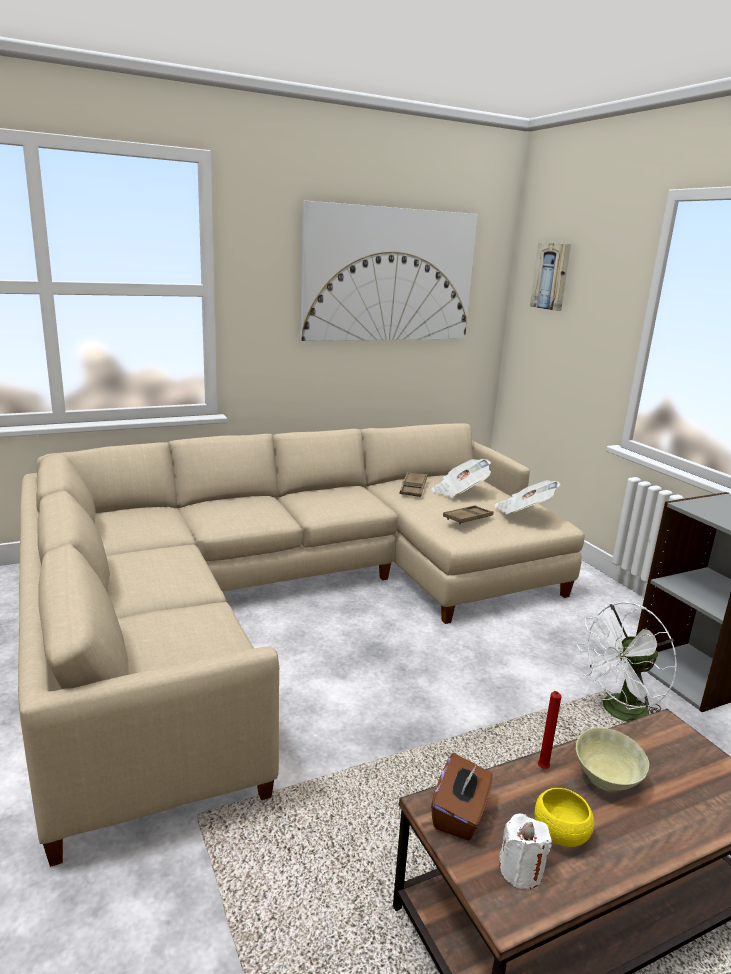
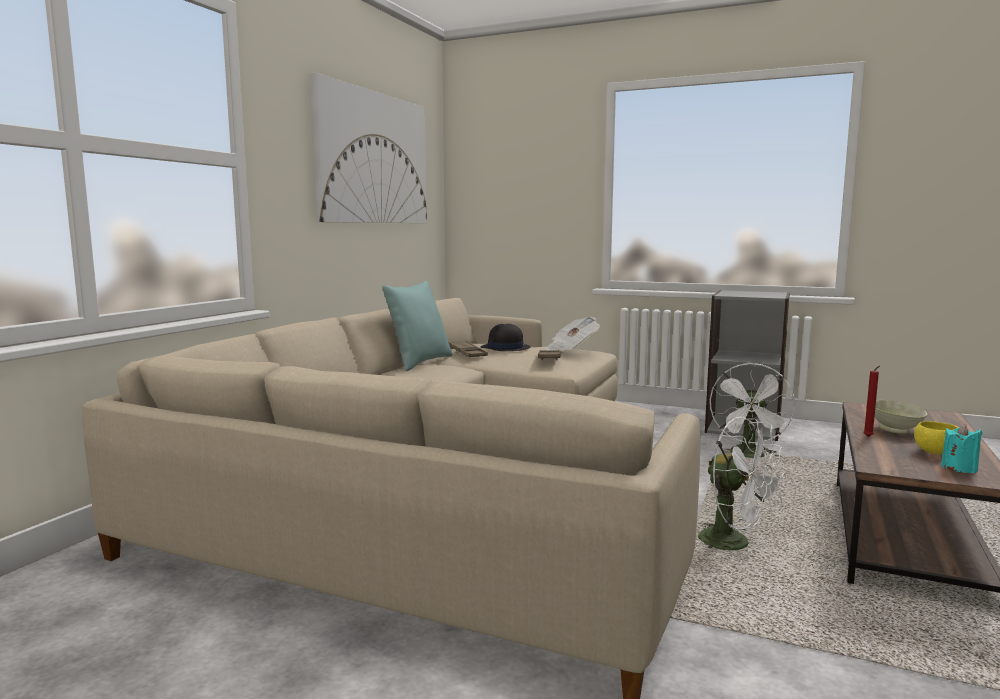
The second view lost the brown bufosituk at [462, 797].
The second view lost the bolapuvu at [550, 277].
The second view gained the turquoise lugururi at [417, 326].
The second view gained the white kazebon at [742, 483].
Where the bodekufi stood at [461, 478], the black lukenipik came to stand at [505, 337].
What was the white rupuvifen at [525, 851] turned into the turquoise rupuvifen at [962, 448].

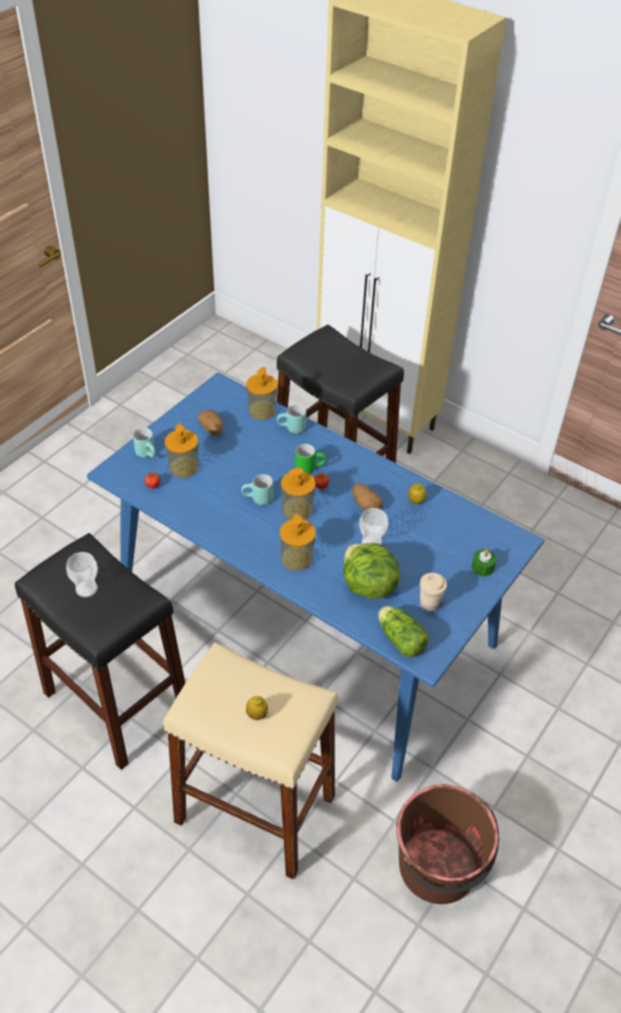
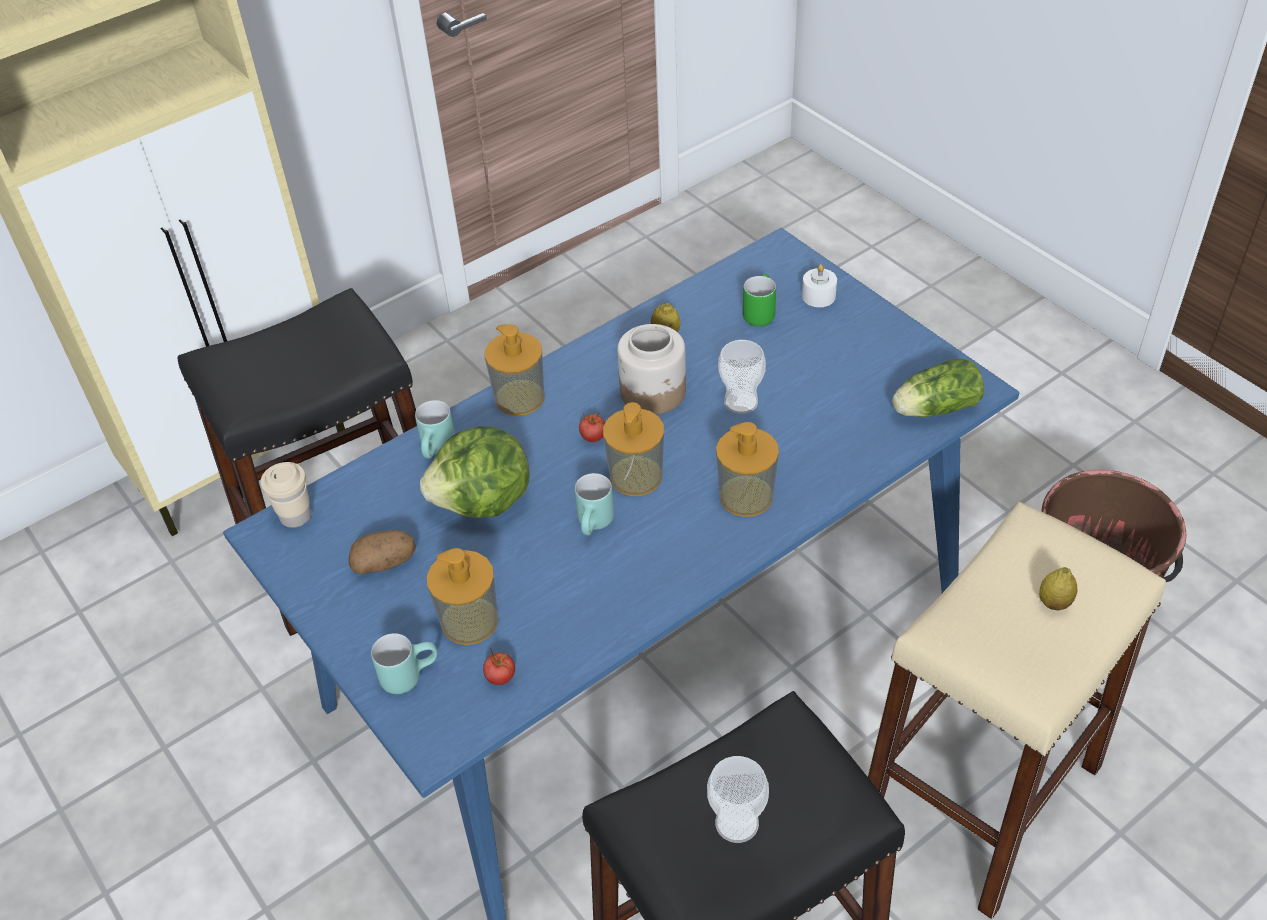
The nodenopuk ended up elsewhere, having gone from [262, 393] to [514, 370].
The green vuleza ended up elsewhere, having gone from [310, 458] to [759, 300].
The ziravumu ended up elsewhere, having gone from [371, 571] to [474, 472].
The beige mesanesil ended up elsewhere, having gone from [433, 592] to [286, 495].
Where the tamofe stood at [368, 496], the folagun came to stand at [651, 369].
What was the green rupuvifen at [484, 562] turned into the white rupuvifen at [819, 285].

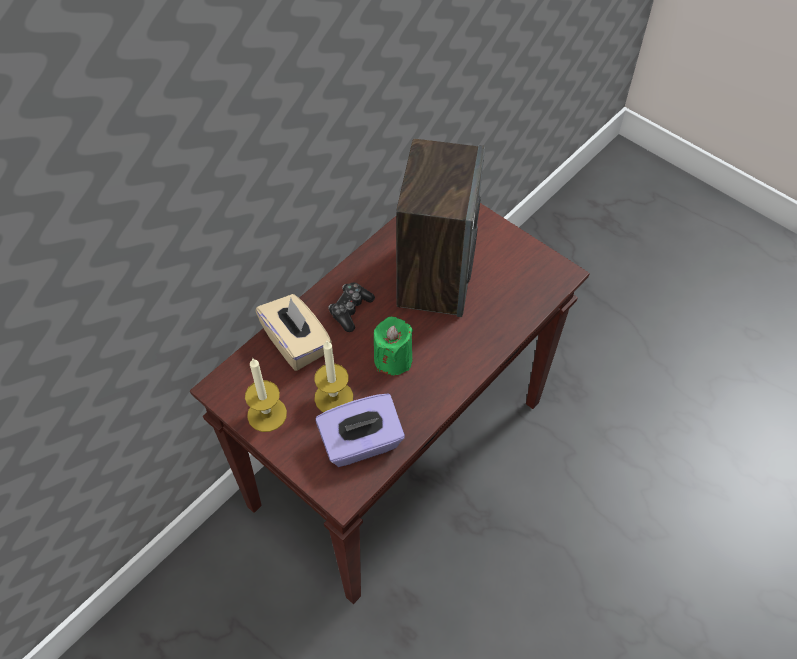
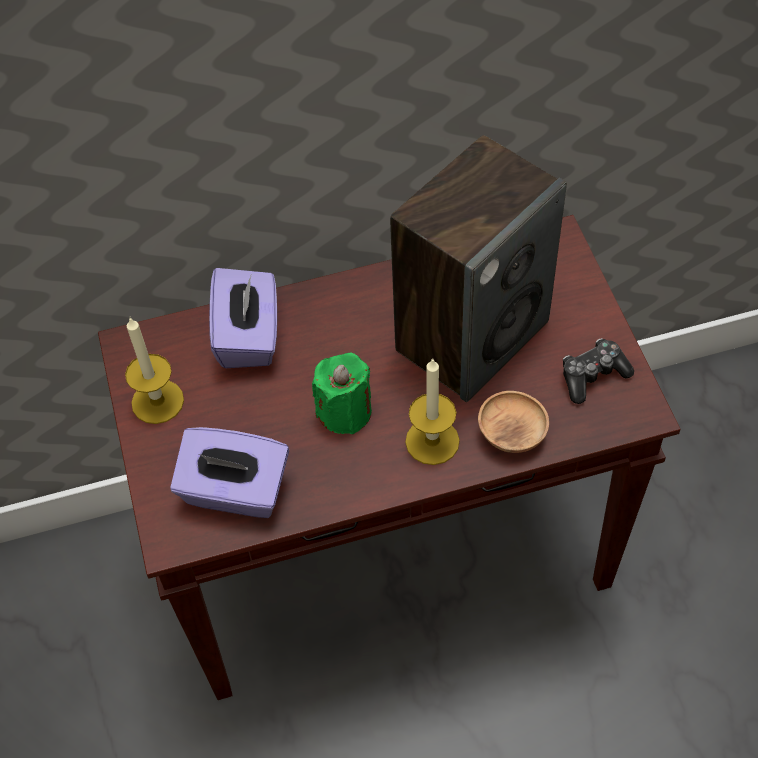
The second view gained the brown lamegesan at [513, 422].
The rupuvifen ended up elsewhere, having gone from [333, 377] to [432, 411].
The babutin ended up elsewhere, having gone from [351, 307] to [598, 371].
What was the beige bufosituk at [293, 332] turned into the purple bufosituk at [243, 318].

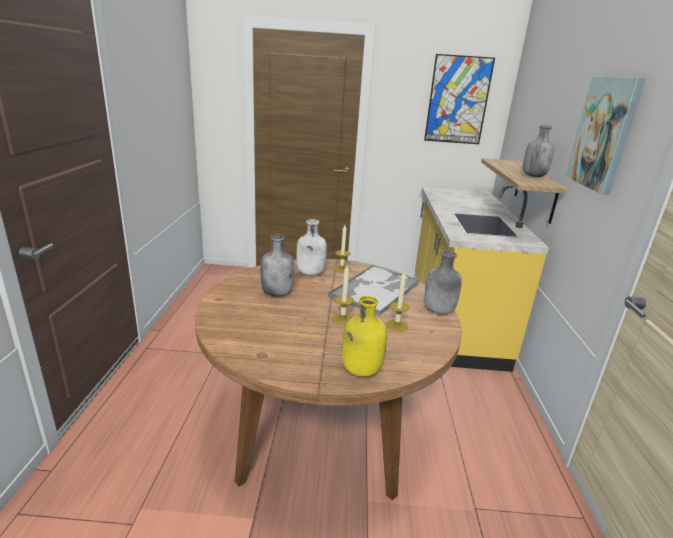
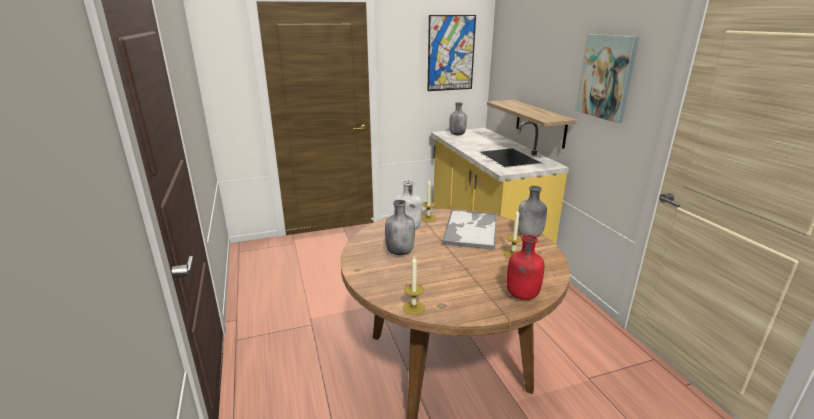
The rupuvifen ended up elsewhere, having gone from [343, 295] to [414, 285].
The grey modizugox ended up elsewhere, having gone from [539, 151] to [458, 118].
What was the yellow modizugox at [364, 336] turned into the red modizugox at [525, 267].

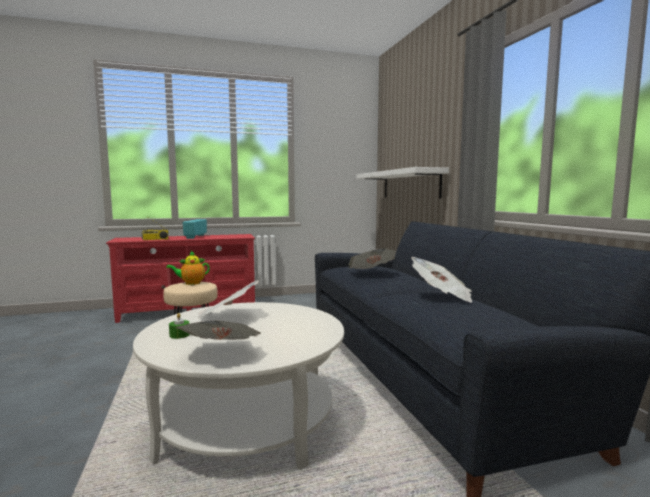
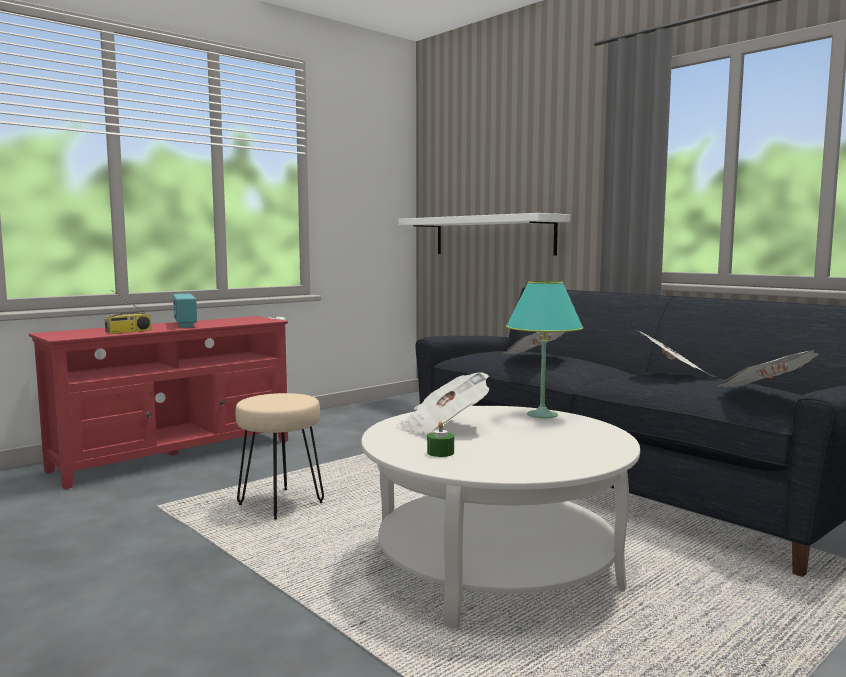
The second view lost the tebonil at [188, 268].
The second view gained the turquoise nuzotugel at [544, 349].
The bodekufi ended up elsewhere, having gone from [218, 330] to [768, 368].

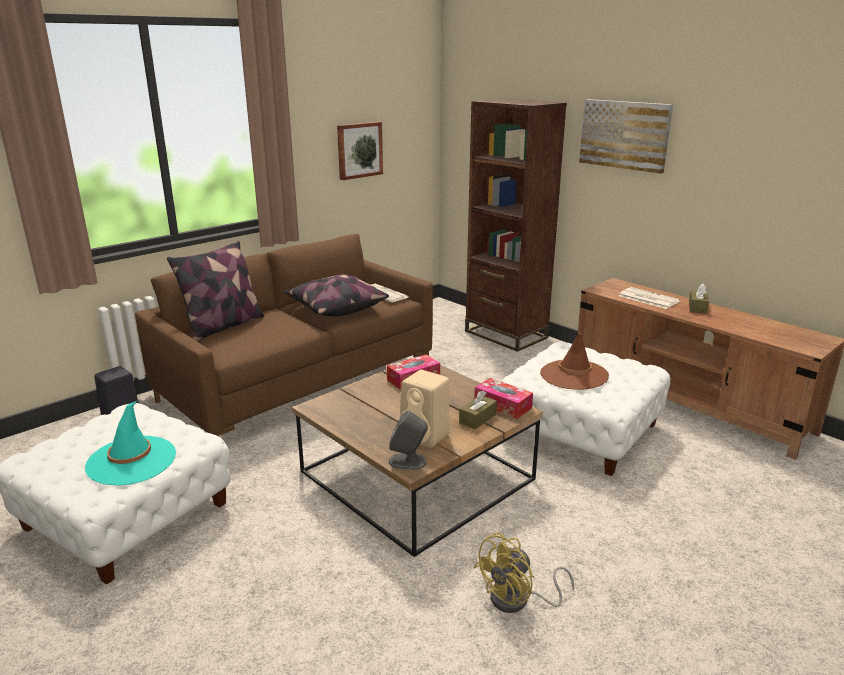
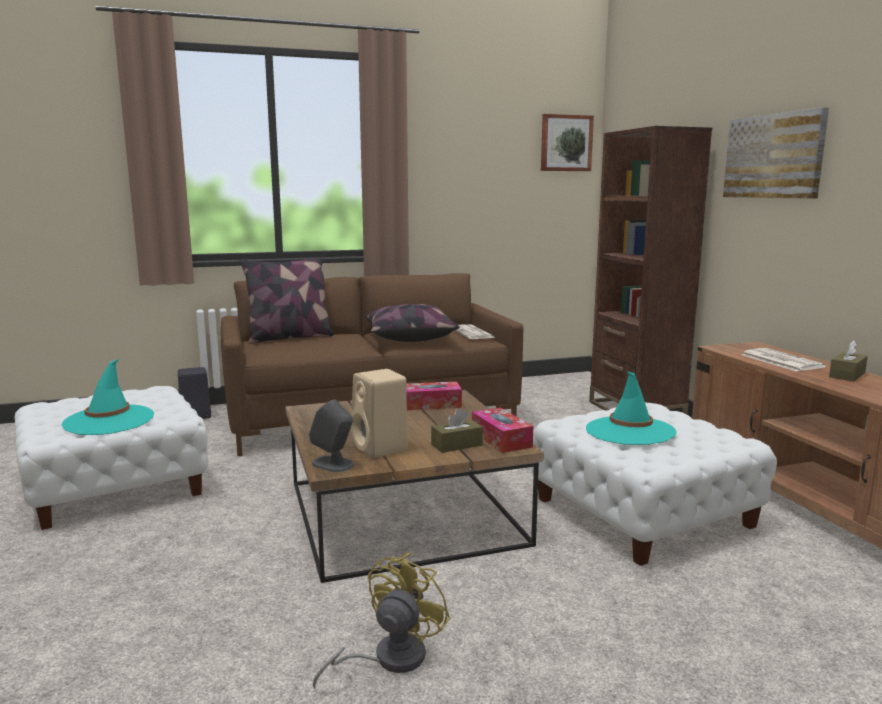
The bolapuvu ended up elsewhere, having gone from [360, 151] to [567, 142].
What was the brown lukenipik at [574, 361] turned into the turquoise lukenipik at [631, 408].
The yellow kazebon at [524, 572] ended up facing another way, 135 degrees clockwise from before.

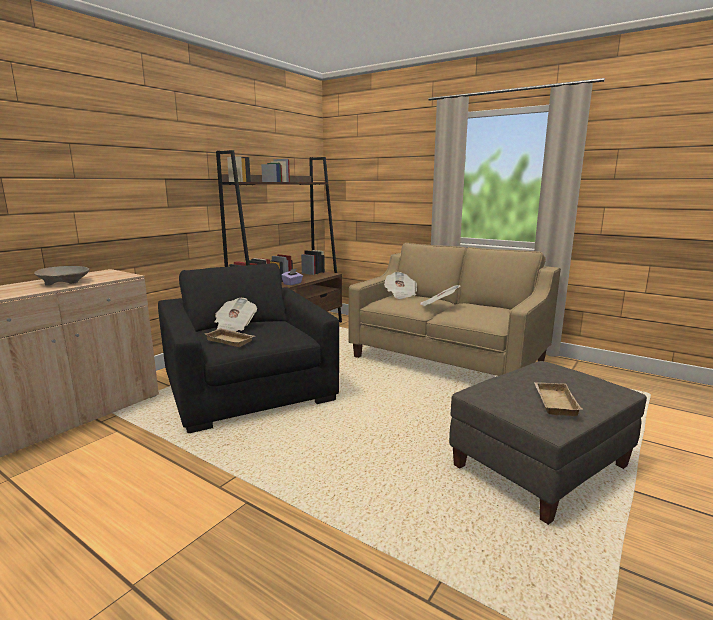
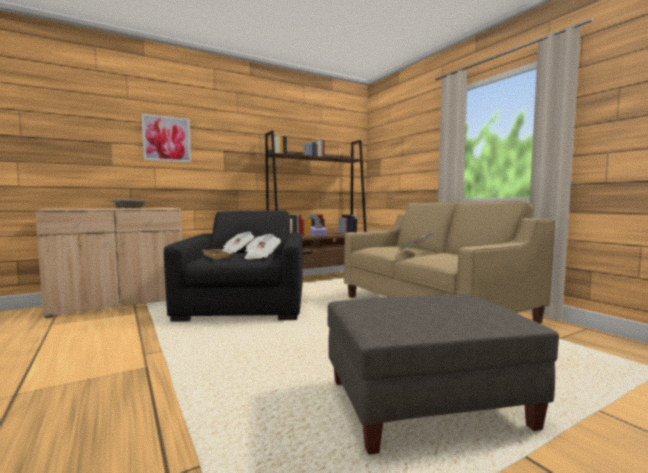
The second view lost the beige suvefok at [558, 399].
The second view gained the bolapuvu at [166, 138].
The bodekufi ended up elsewhere, having gone from [400, 285] to [262, 247].

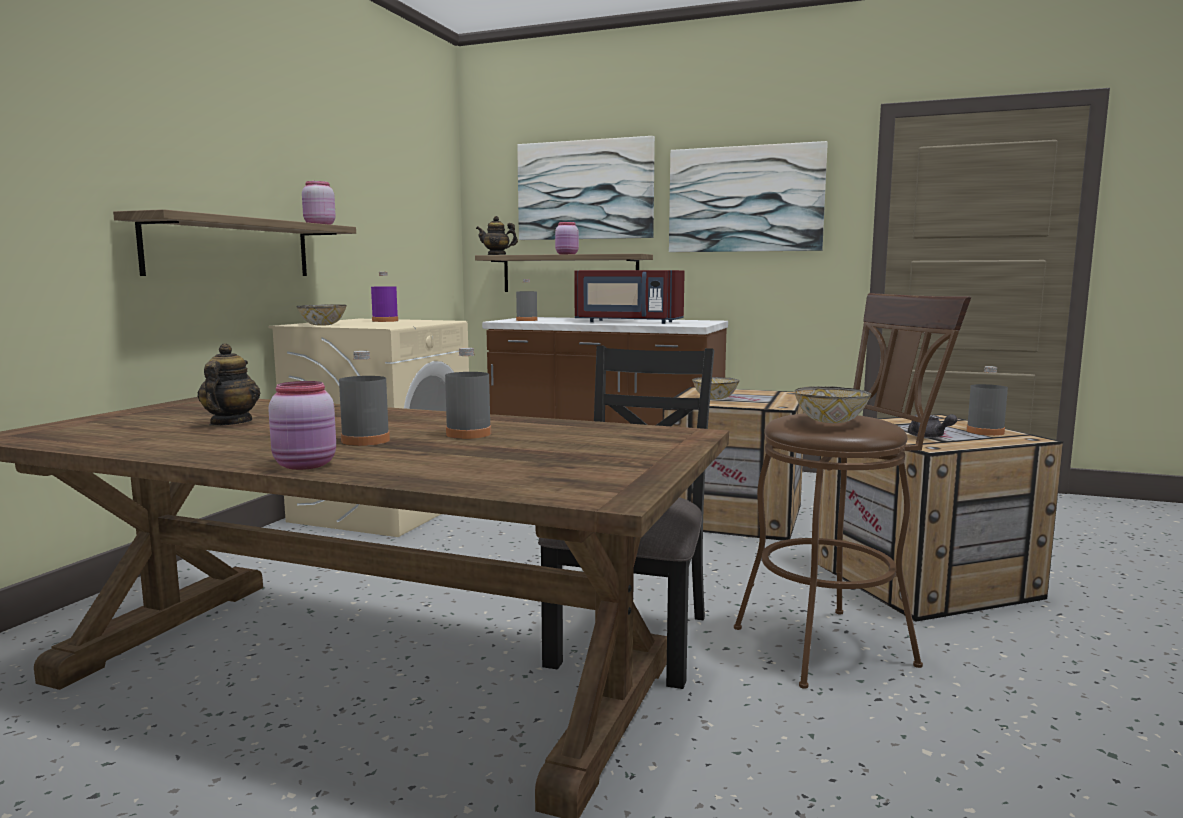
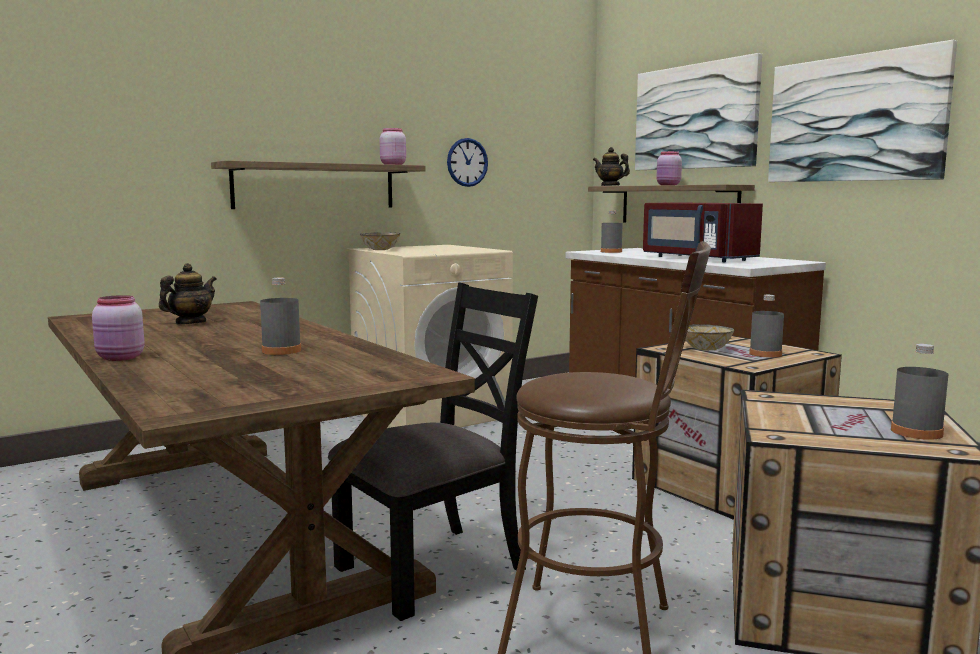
The second view lost the purple modizugox at [384, 297].
The second view lost the lamegesan at [832, 404].
The second view lost the grey tebonil at [932, 426].
The second view gained the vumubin at [467, 162].
The grey modizugox ended up elsewhere, having gone from [364, 398] to [766, 326].

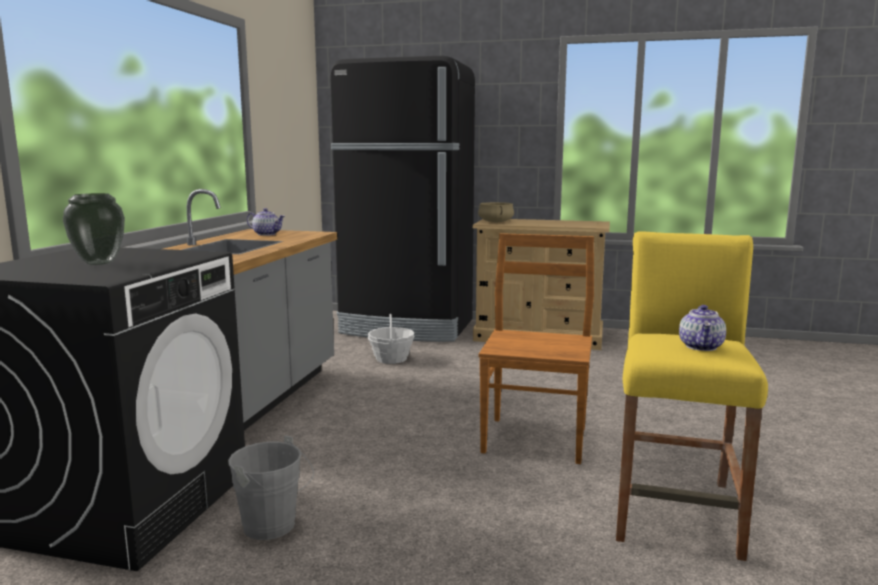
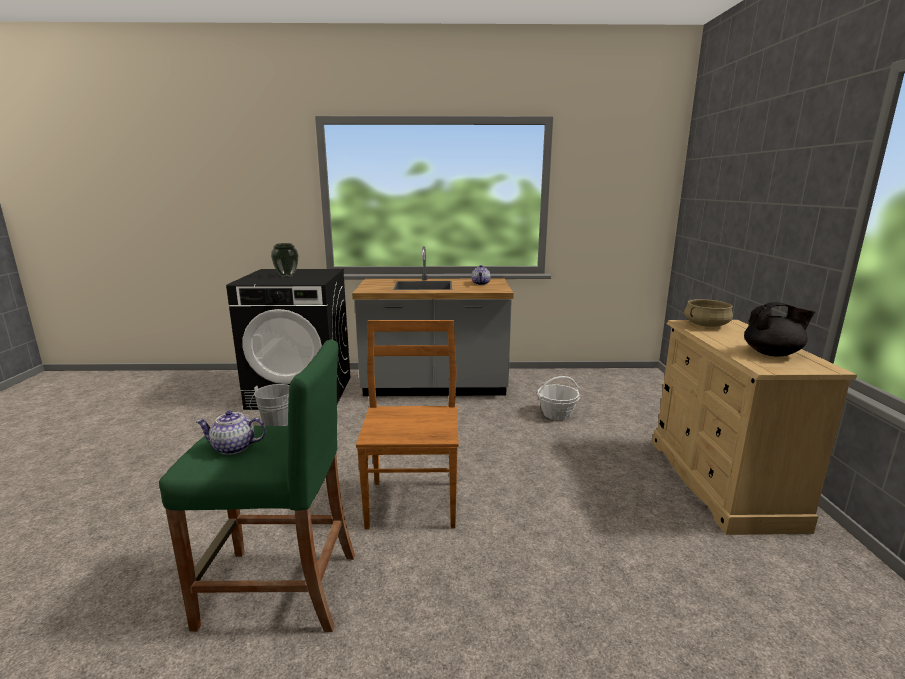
The second view lost the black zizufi at [402, 199].
The second view gained the black tebonil at [779, 329].
What was the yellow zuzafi at [692, 396] turned into the green zuzafi at [257, 485].
The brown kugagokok at [536, 348] ended up facing another way, 90 degrees counterclockwise from before.

